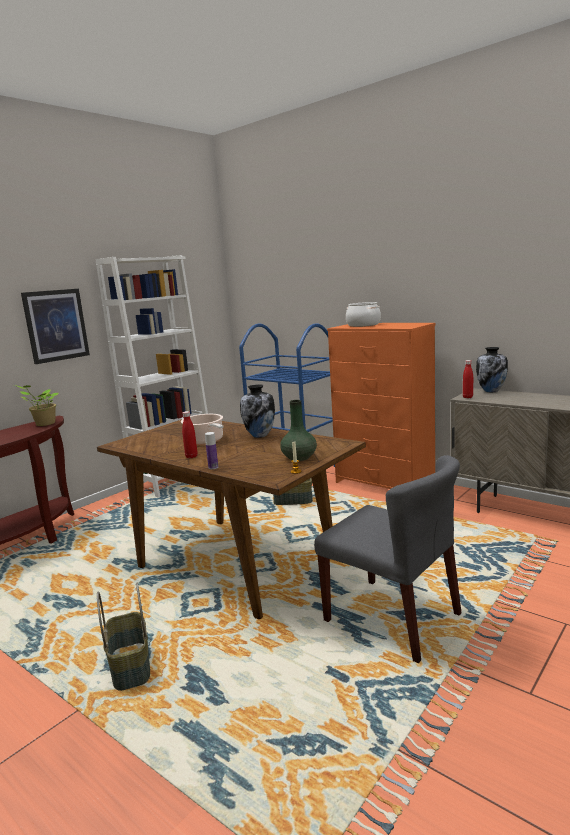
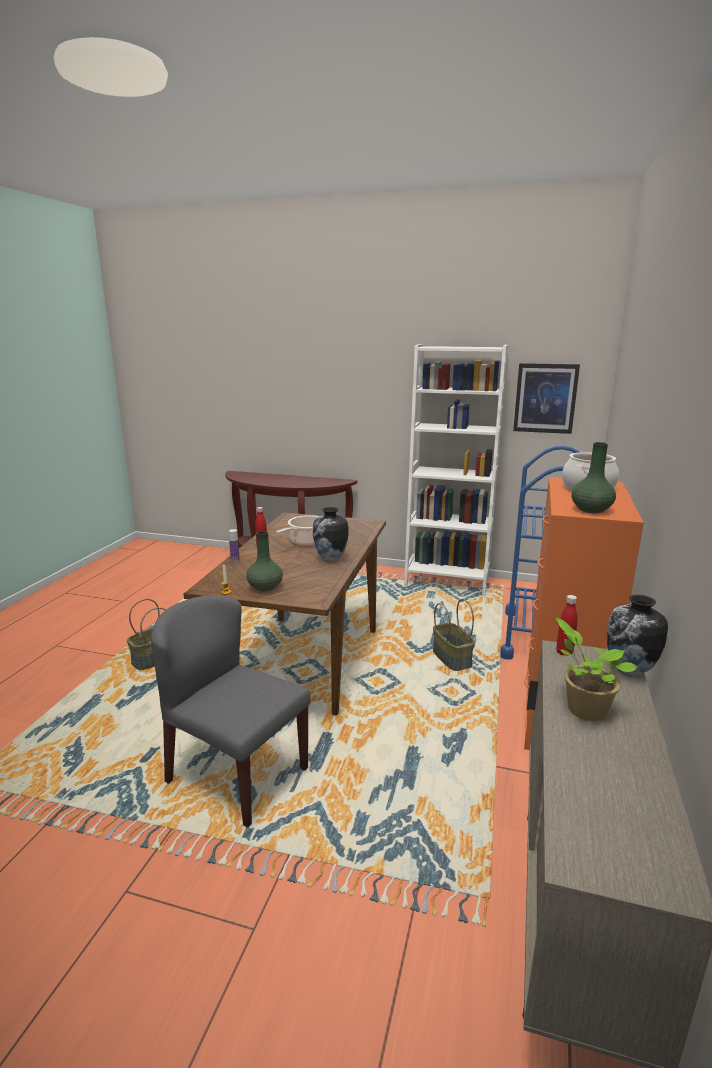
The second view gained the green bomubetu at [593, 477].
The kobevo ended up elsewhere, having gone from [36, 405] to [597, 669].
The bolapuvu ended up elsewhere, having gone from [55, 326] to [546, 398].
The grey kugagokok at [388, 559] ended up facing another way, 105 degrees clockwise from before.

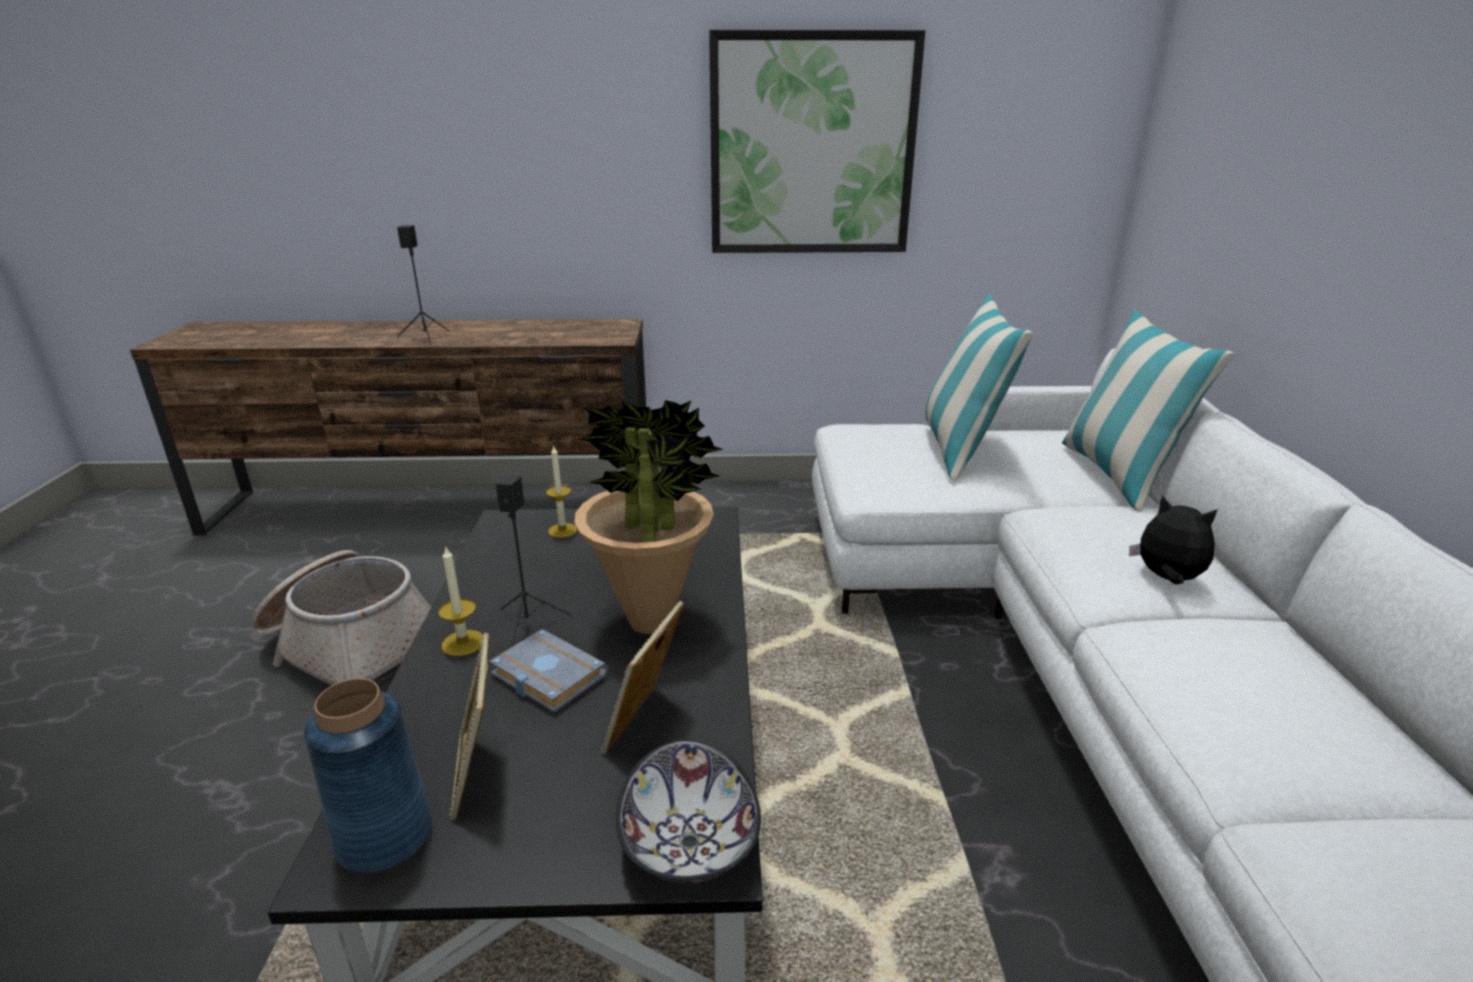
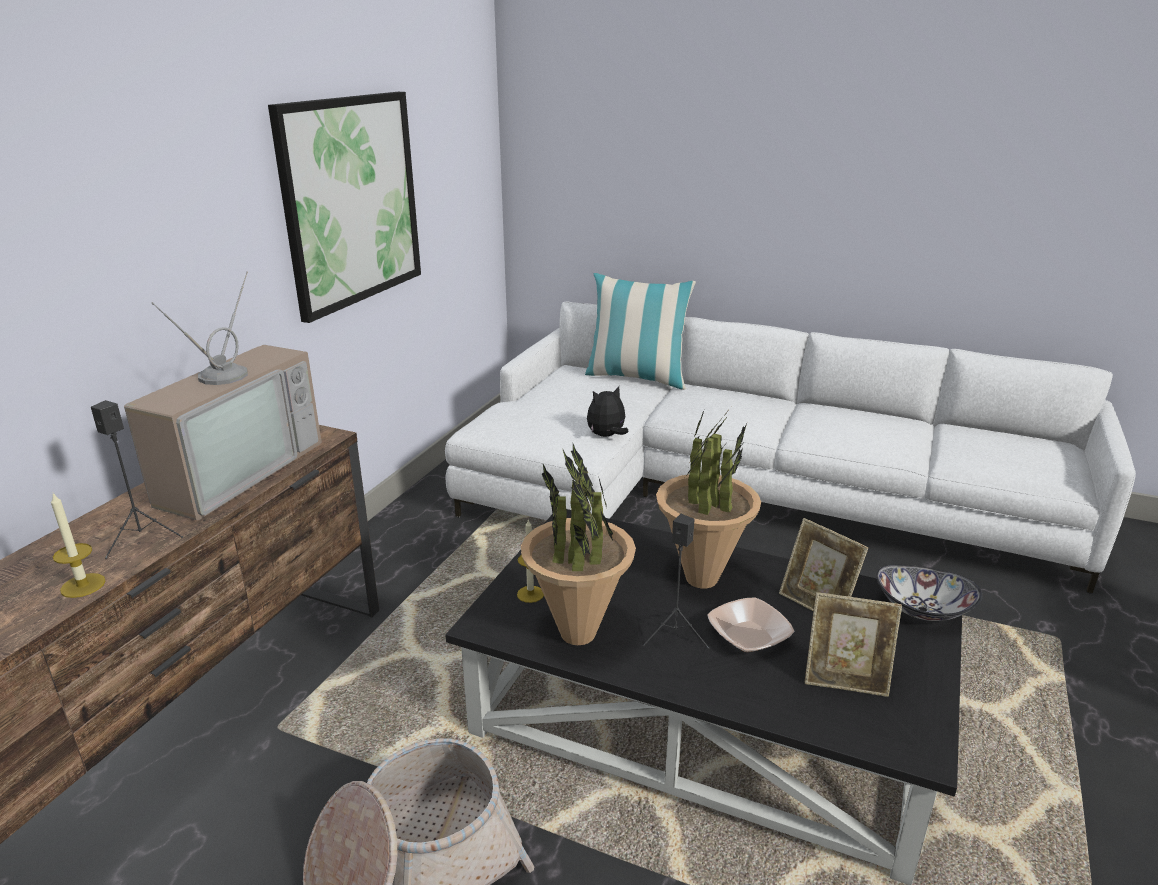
The second view lost the blue bomubetu at [368, 775].
The second view lost the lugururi at [979, 388].
The second view gained the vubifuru at [222, 395].
The second view gained the kobevo at [578, 544].
The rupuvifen ended up elsewhere, having gone from [460, 600] to [78, 545].
The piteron ended up elsewhere, having gone from [1173, 540] to [608, 411].
Where the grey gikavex stood at [548, 671], the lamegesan came to stand at [751, 624].

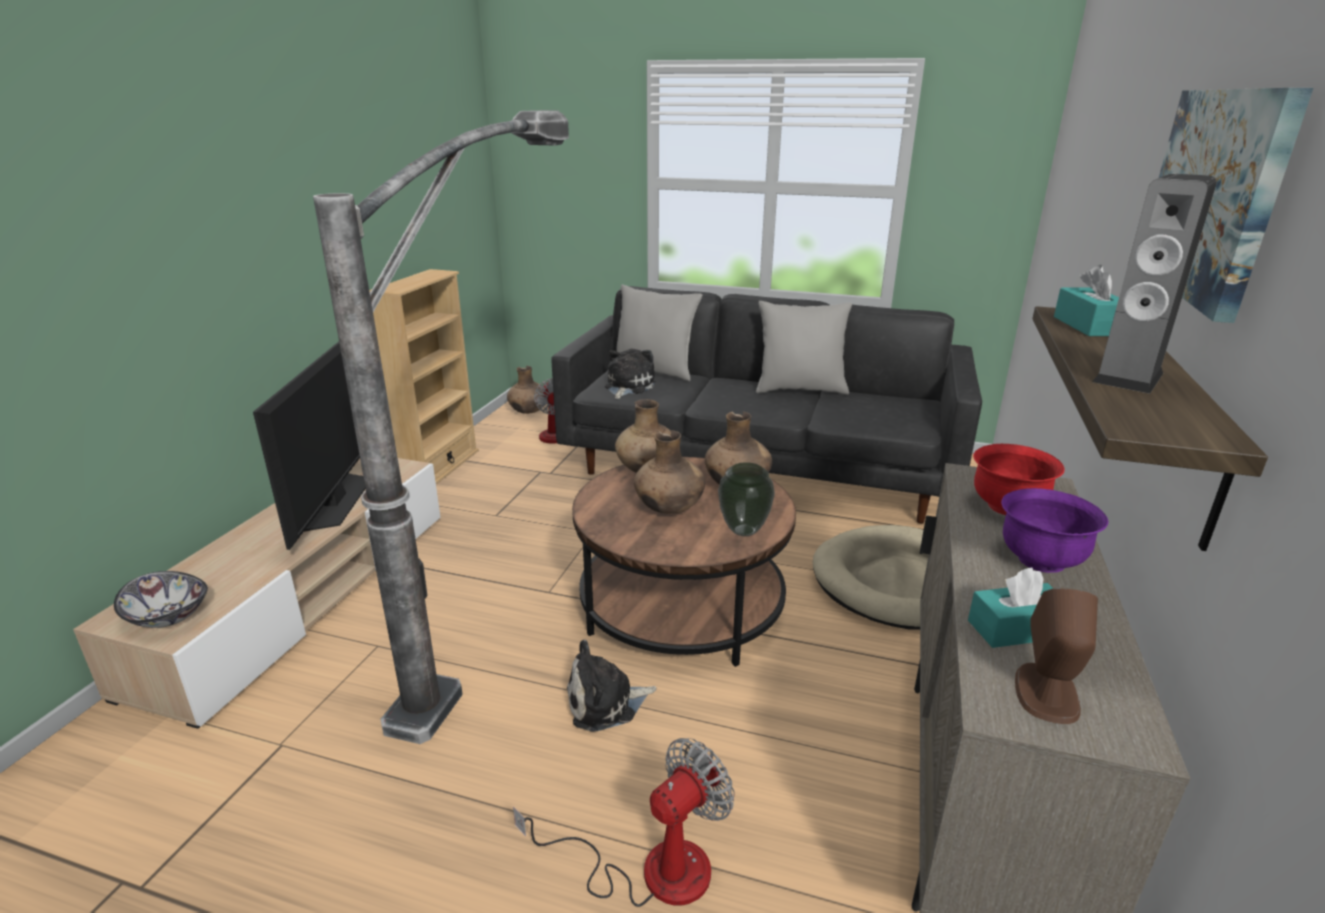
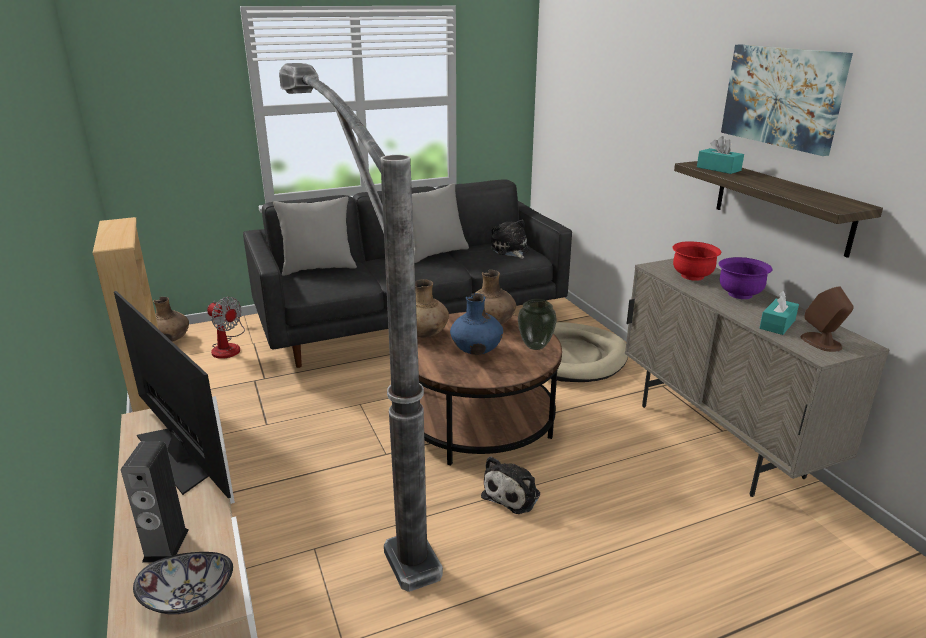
The second view lost the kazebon at [623, 822].
The piteron ended up elsewhere, having gone from [630, 374] to [510, 239].
The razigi ended up elsewhere, having gone from [1154, 284] to [155, 502].
What was the brown bomubetu at [669, 472] turned into the blue bomubetu at [476, 324].

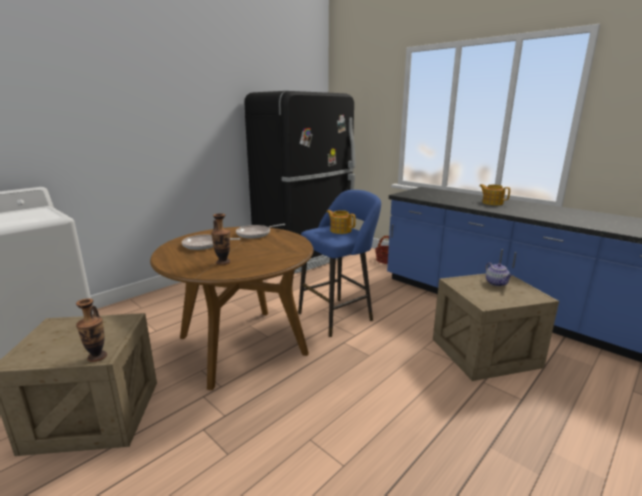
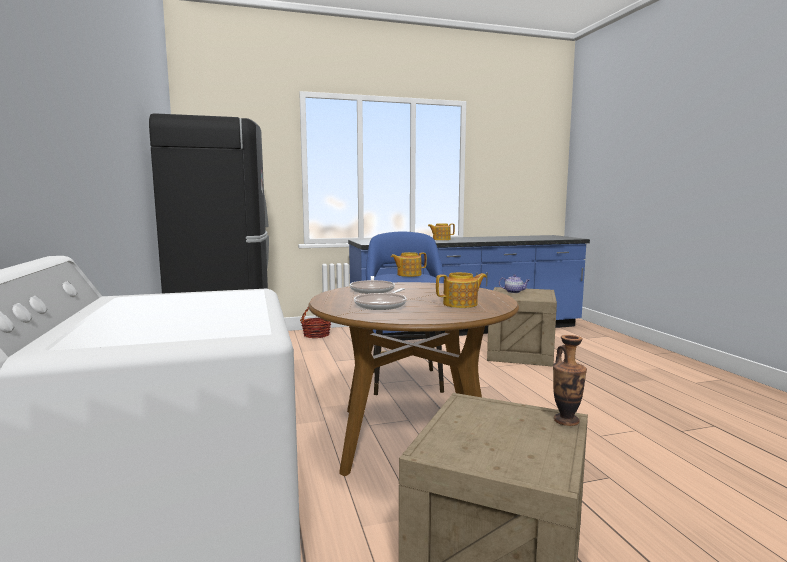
Where the bomubetu stood at [220, 239], the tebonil came to stand at [461, 290].

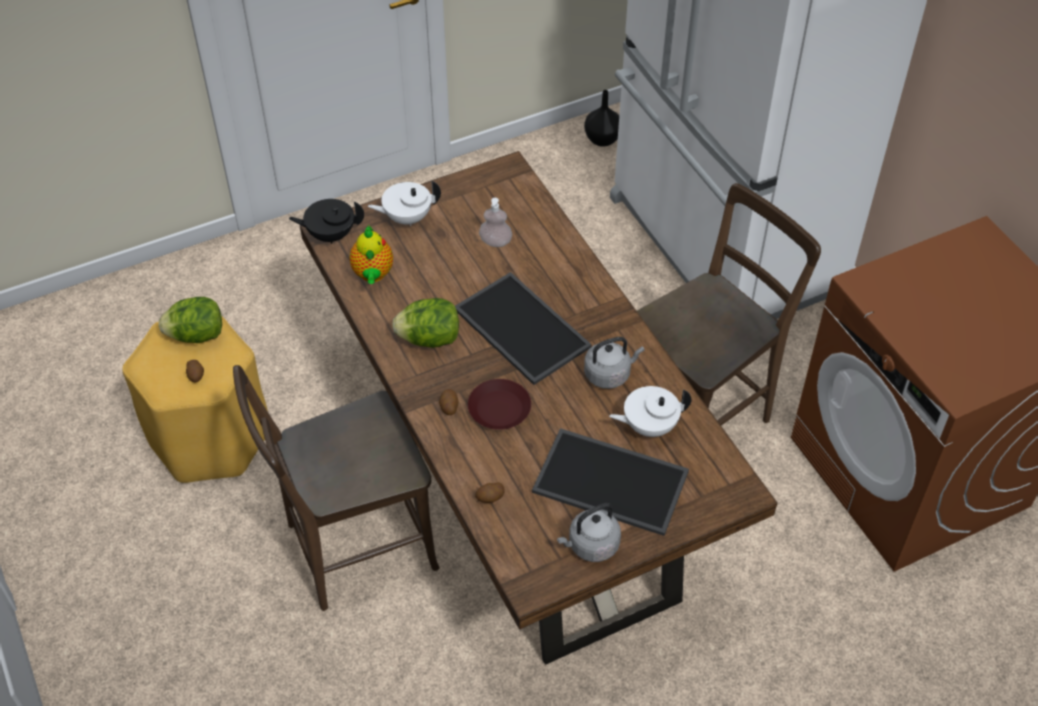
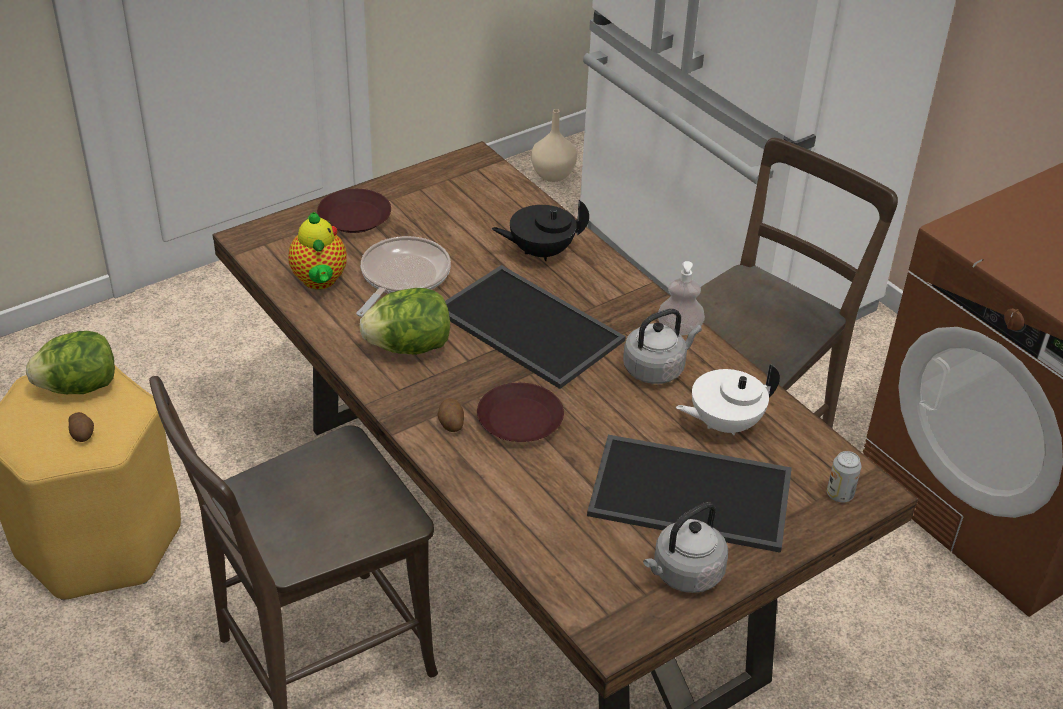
The second view lost the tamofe at [490, 492].
The second view gained the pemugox at [403, 276].
The second view gained the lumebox at [844, 476].
The black tebonil ended up elsewhere, having gone from [326, 221] to [540, 230].
The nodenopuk ended up elsewhere, having gone from [495, 222] to [681, 298].
Where the white tebonil stood at [404, 203], the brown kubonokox came to stand at [354, 211].
What was the black bomubetu at [601, 118] turned into the beige bomubetu at [554, 145].

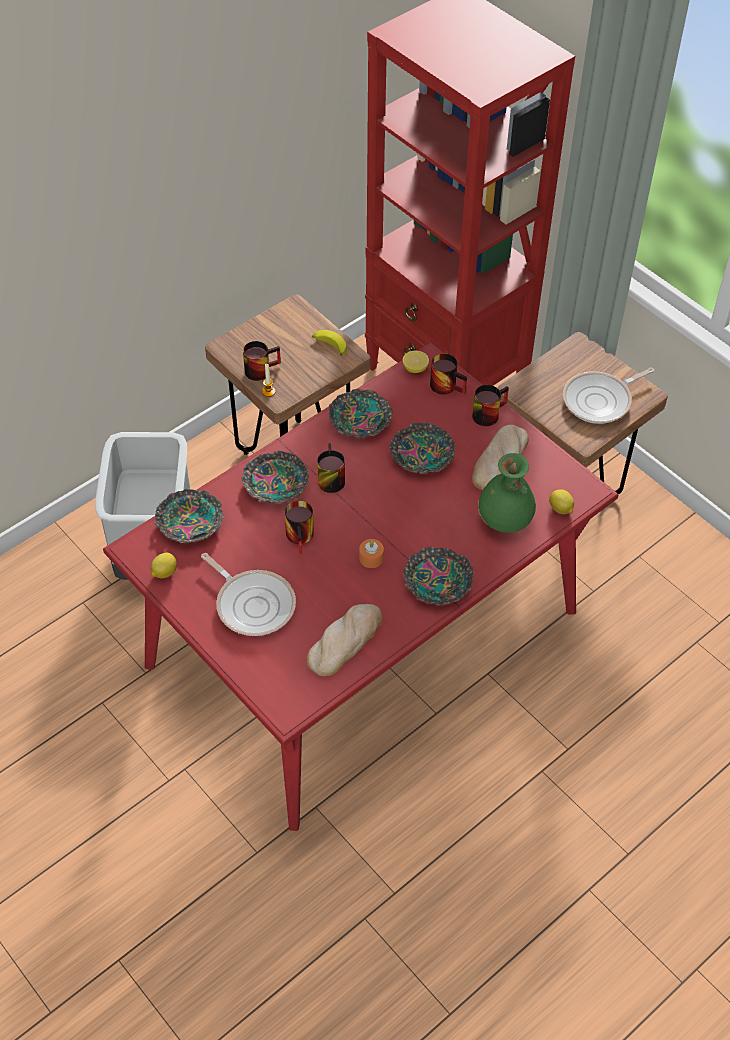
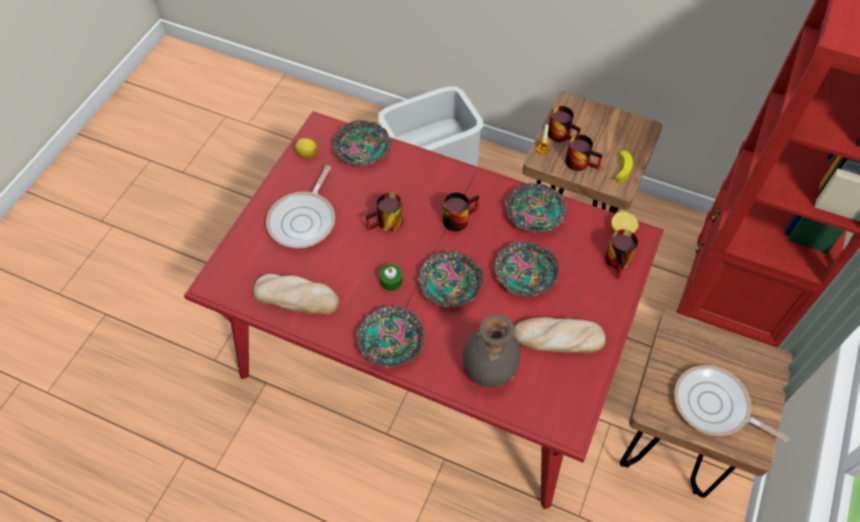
The second view lost the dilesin at [561, 501].
The lamegesan ended up elsewhere, having gone from [275, 477] to [450, 278].
The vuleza ended up elsewhere, having gone from [490, 405] to [584, 152].
What was the orange rupuvifen at [371, 553] turned into the green rupuvifen at [391, 277].
What was the green bomubetu at [507, 493] turned into the grey bomubetu at [491, 351].

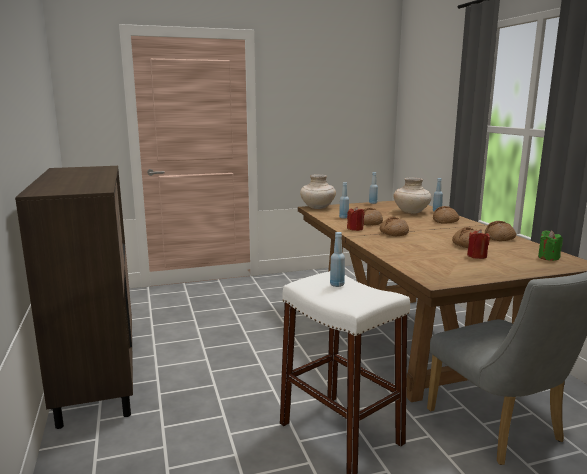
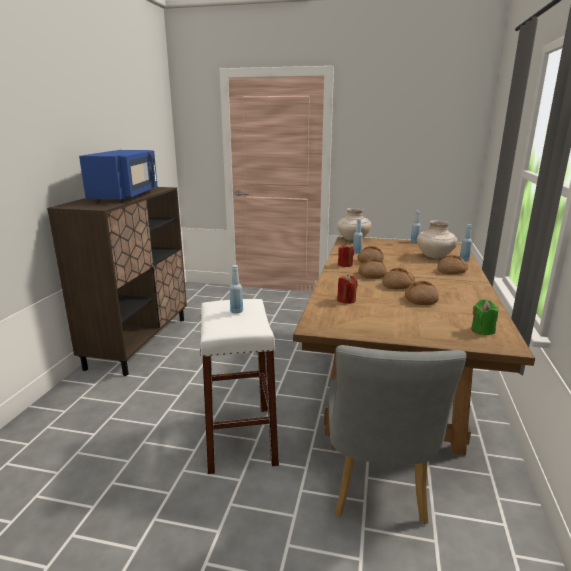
The second view gained the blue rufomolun at [118, 175].
The red rupuvifen ended up elsewhere, having gone from [478, 244] to [347, 289].
The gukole ended up elsewhere, having gone from [500, 231] to [398, 278].

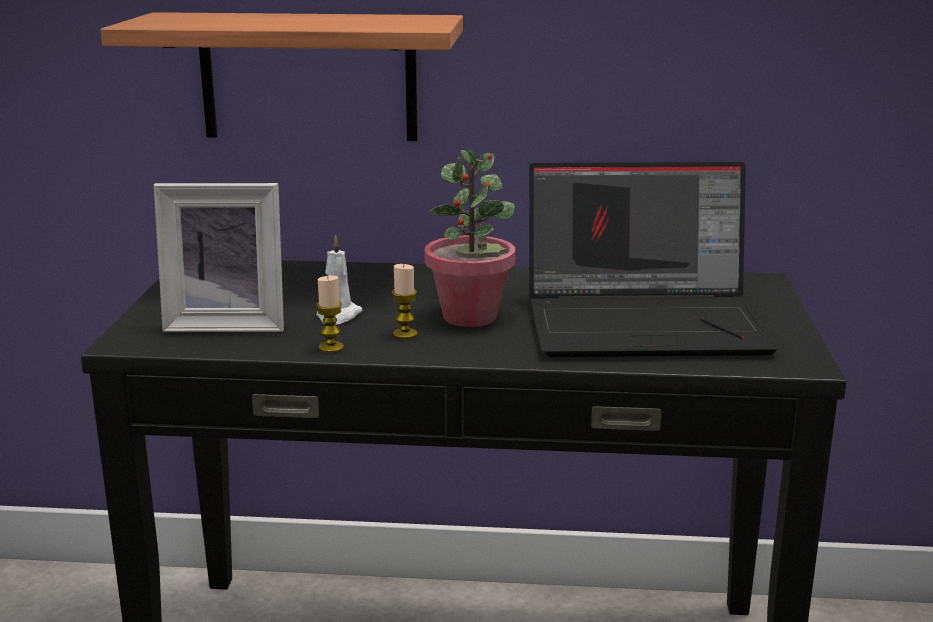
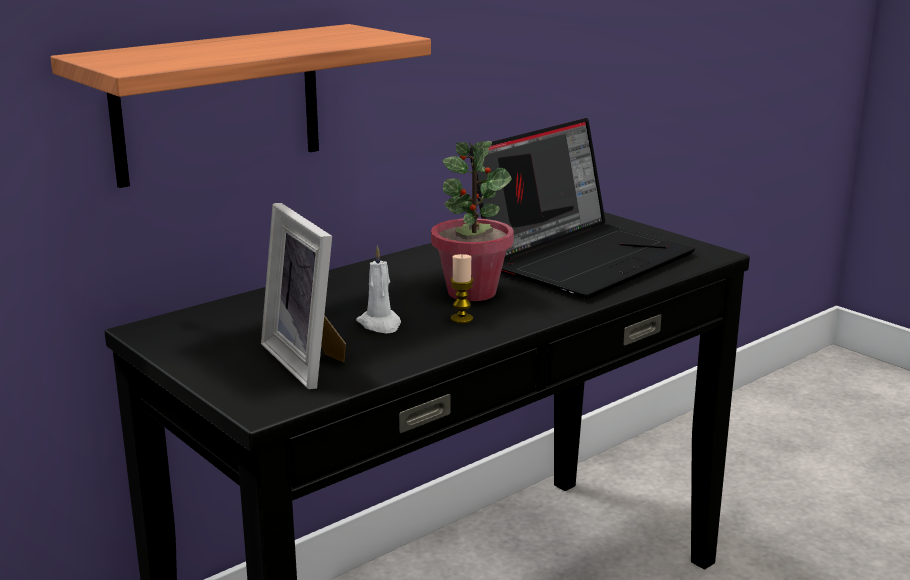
The second view lost the rupuvifen at [330, 314].
The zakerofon at [219, 257] ended up facing another way, 105 degrees clockwise from before.

